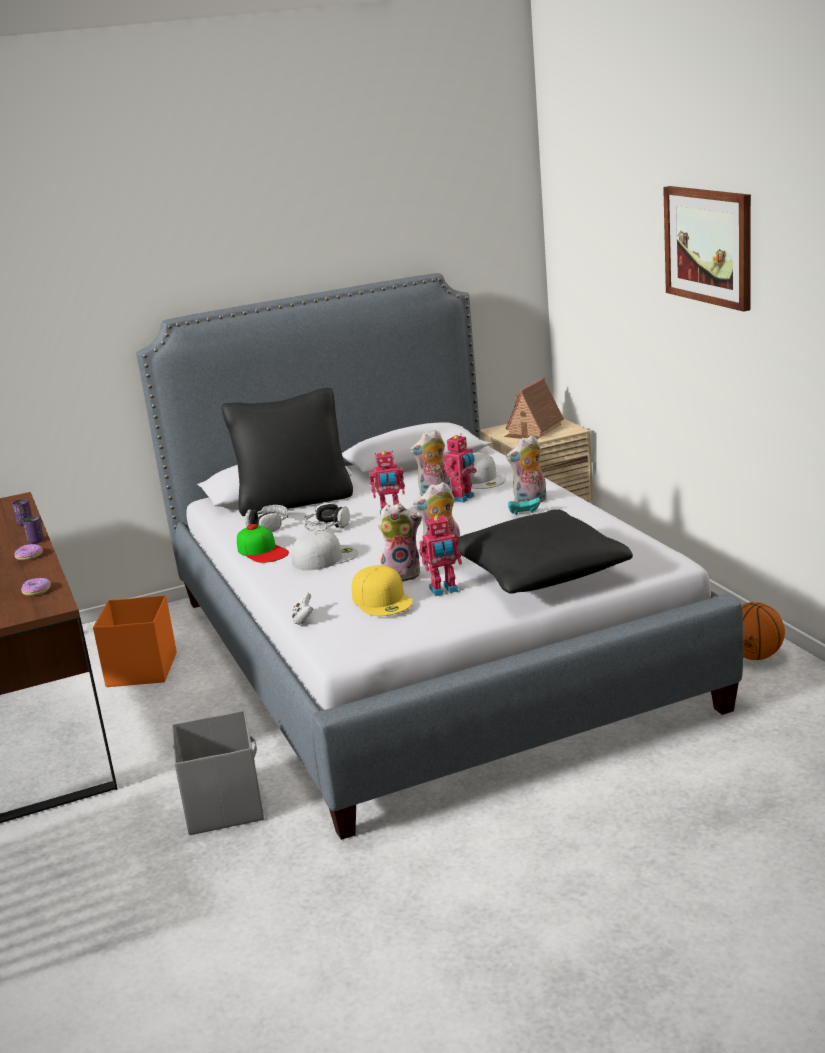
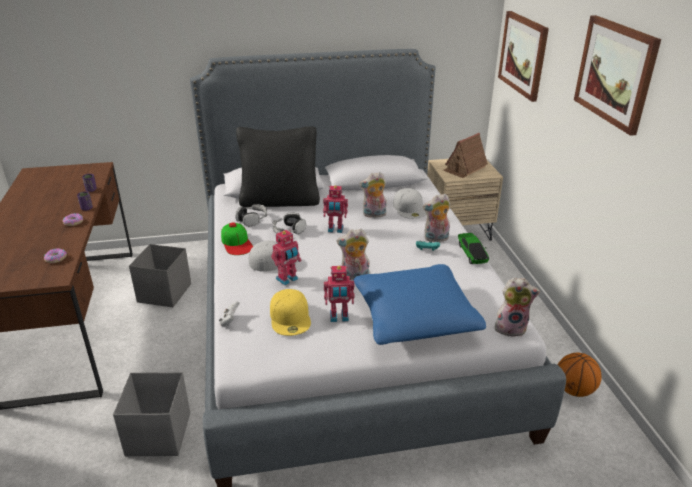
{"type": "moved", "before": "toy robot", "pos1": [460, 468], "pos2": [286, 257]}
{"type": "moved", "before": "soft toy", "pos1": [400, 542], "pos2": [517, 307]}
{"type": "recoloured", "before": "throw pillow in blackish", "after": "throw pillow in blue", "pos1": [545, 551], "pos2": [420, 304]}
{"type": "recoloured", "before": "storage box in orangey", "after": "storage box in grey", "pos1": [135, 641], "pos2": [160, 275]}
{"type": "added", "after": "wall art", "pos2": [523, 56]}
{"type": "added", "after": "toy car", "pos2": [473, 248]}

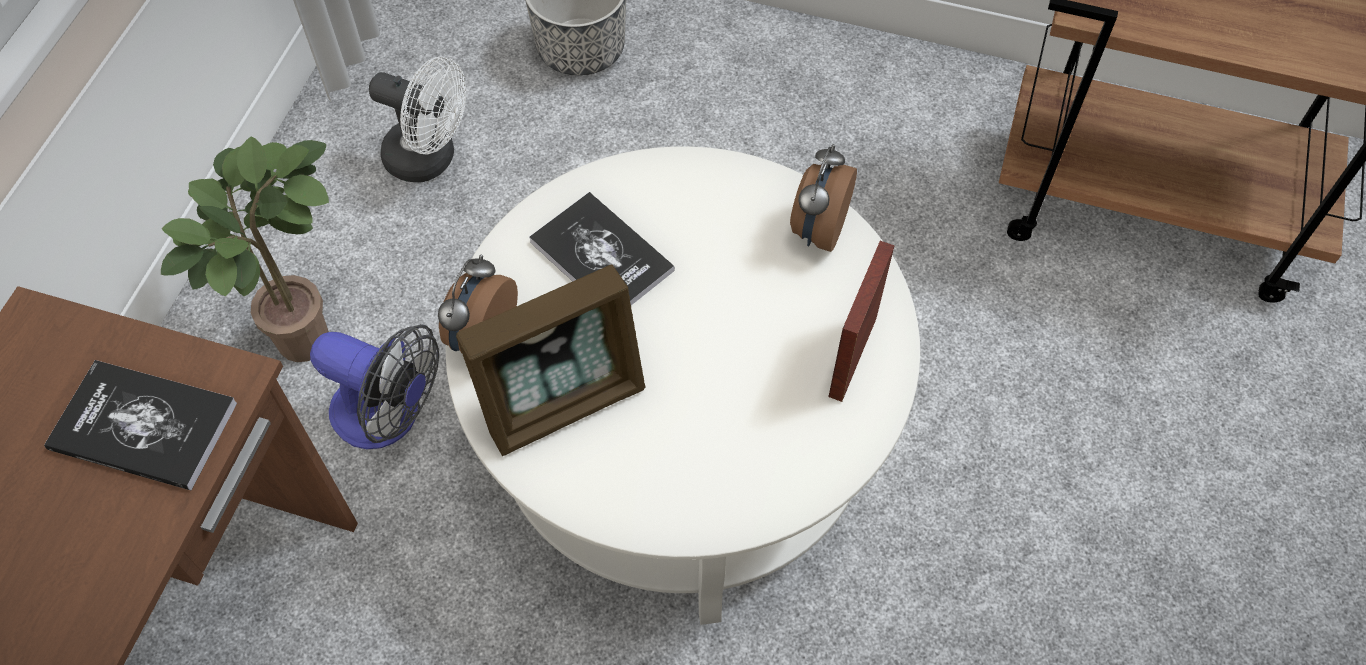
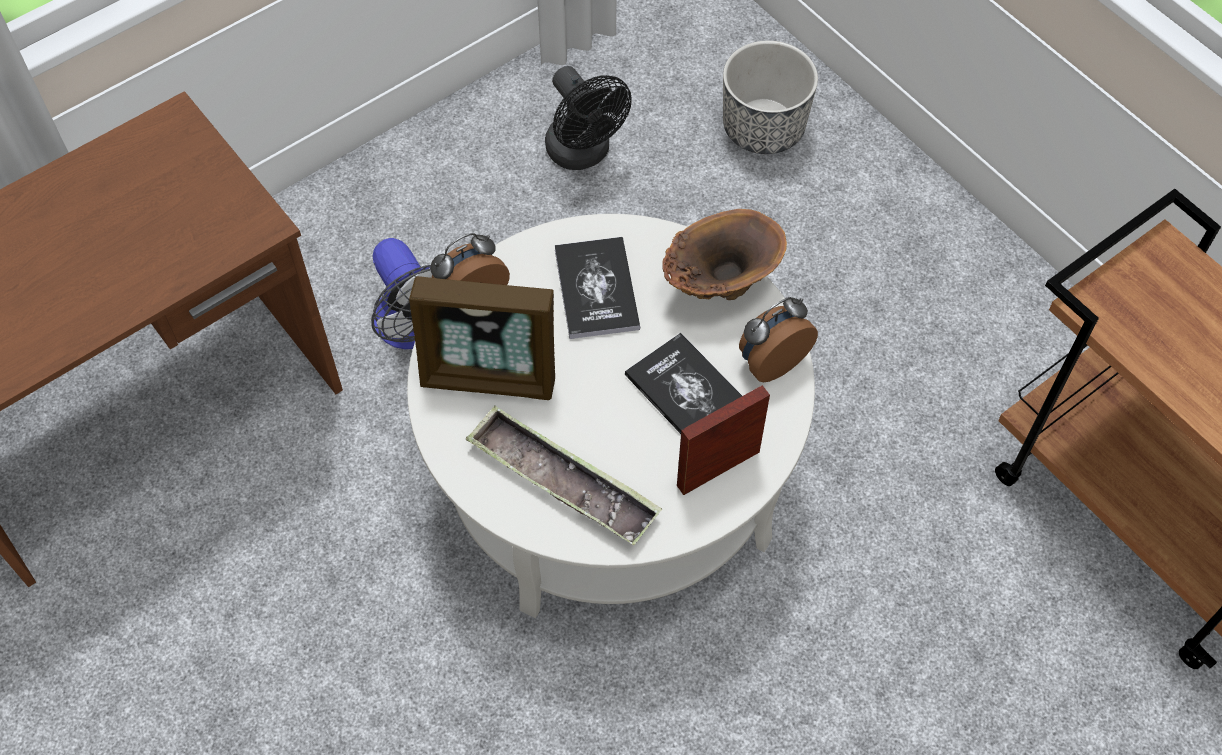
{"type": "recoloured", "before": "fan in whitish", "after": "fan in blackish", "pos1": [417, 119], "pos2": [588, 118]}
{"type": "removed", "before": "potted plant", "pos1": [245, 249]}
{"type": "moved", "before": "volume", "pos1": [140, 425], "pos2": [683, 383]}
{"type": "added", "after": "decorative vase in brownish", "pos2": [724, 254]}
{"type": "added", "after": "tray", "pos2": [564, 475]}

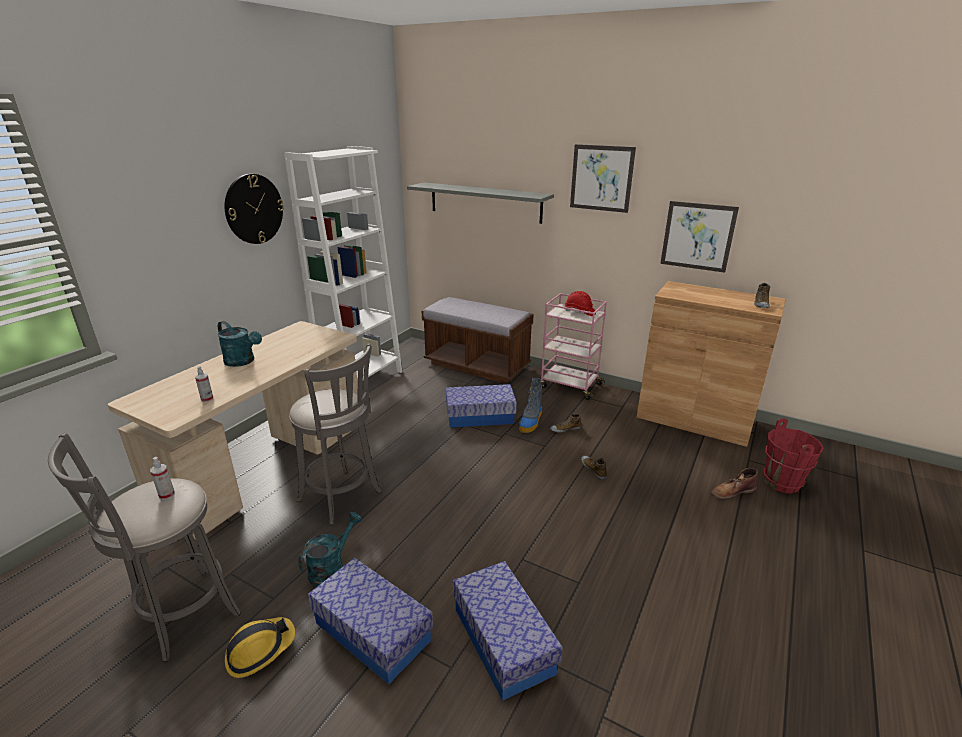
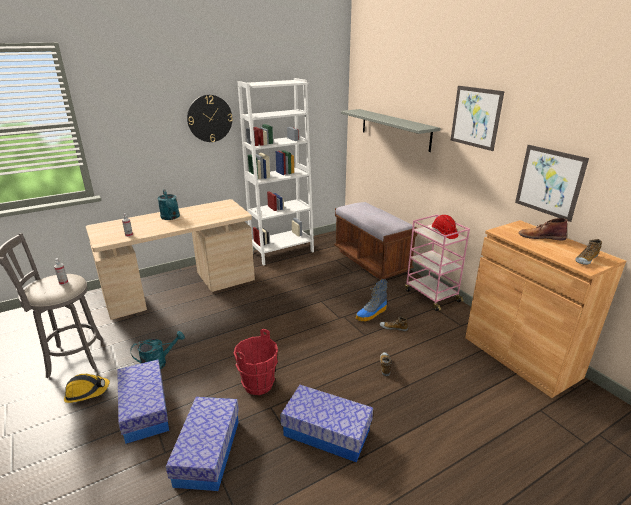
{"type": "removed", "before": "stool in grey", "pos1": [335, 434]}
{"type": "moved", "before": "storage box", "pos1": [481, 406], "pos2": [326, 423]}
{"type": "moved", "before": "water bucket in reddish", "pos1": [794, 456], "pos2": [256, 362]}
{"type": "moved", "before": "high-top boot in brownish", "pos1": [734, 483], "pos2": [542, 229]}

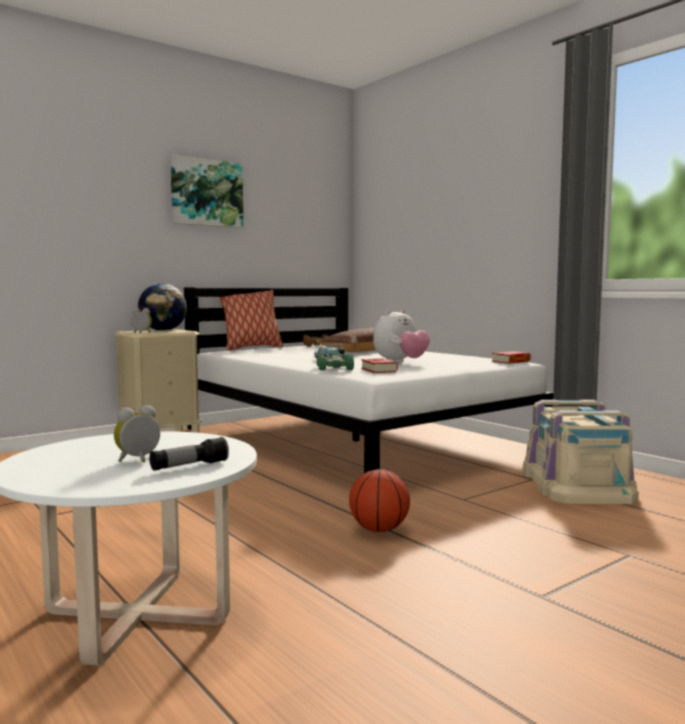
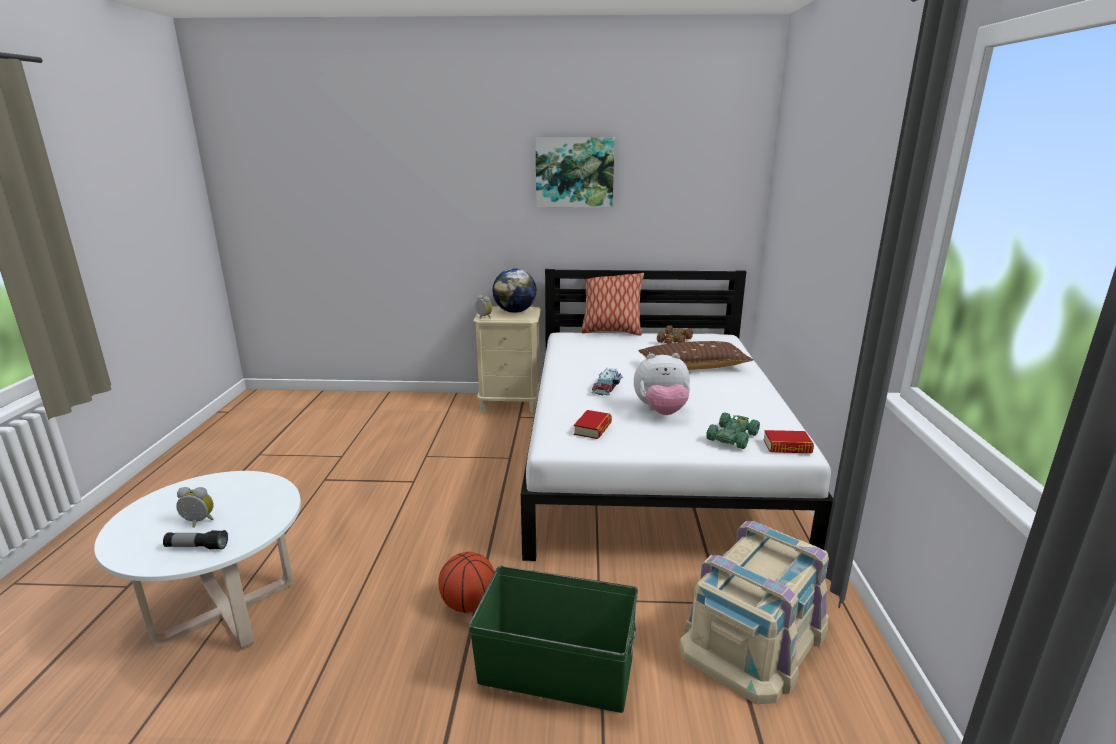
{"type": "moved", "before": "toy car in green", "pos1": [335, 362], "pos2": [733, 430]}
{"type": "added", "after": "storage box in green", "pos2": [553, 639]}

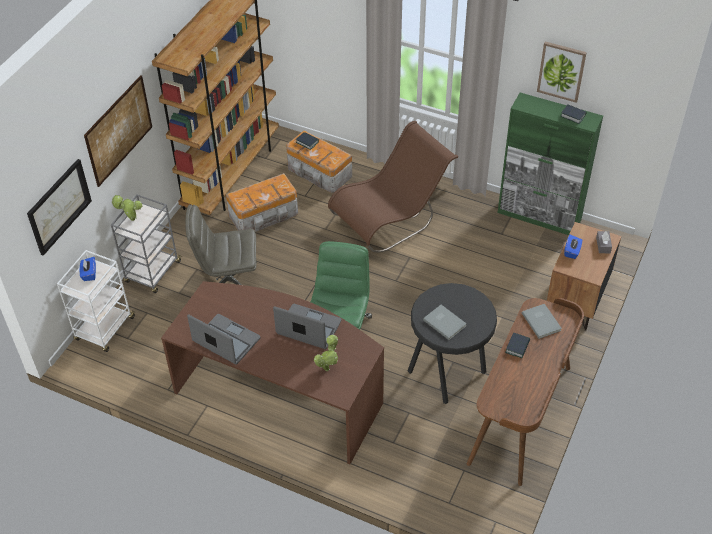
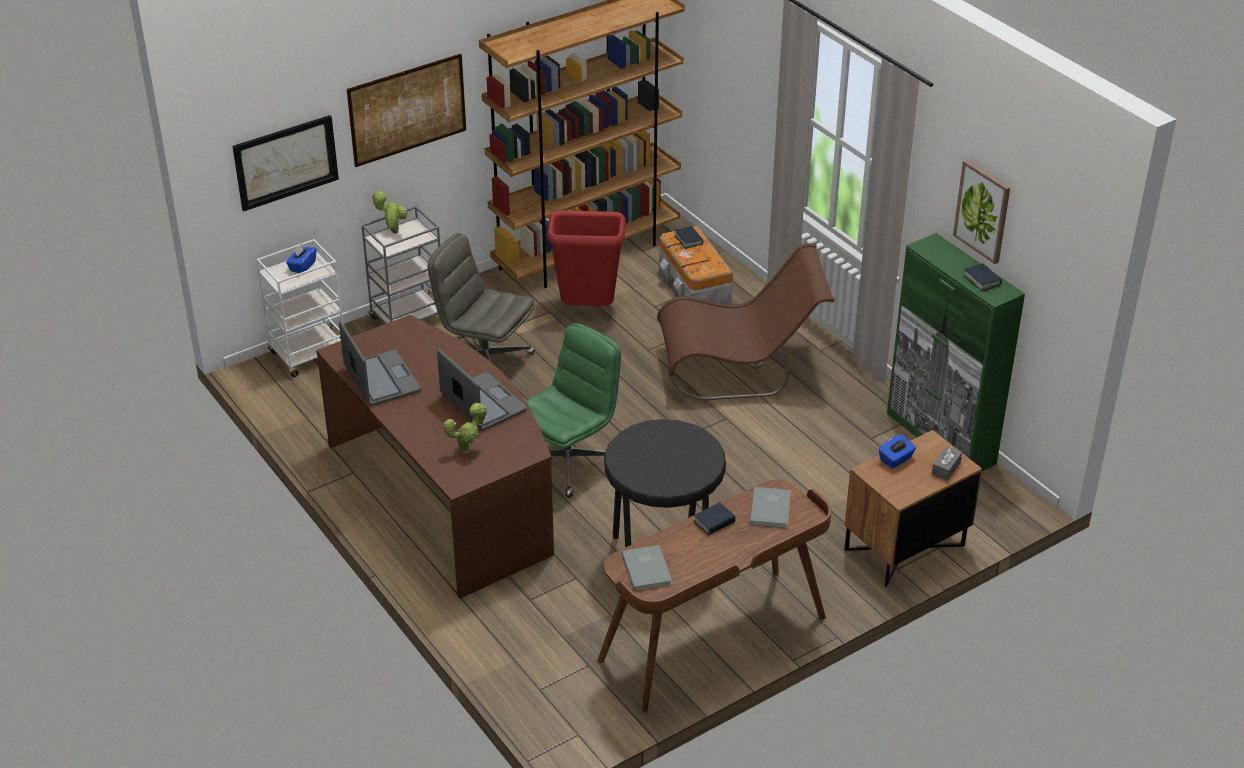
{"type": "replaced", "before": "storage box", "after": "rubbish bin in reddish", "pos1": [262, 202], "pos2": [586, 258]}
{"type": "moved", "before": "volume in grey", "pos1": [445, 322], "pos2": [646, 568]}

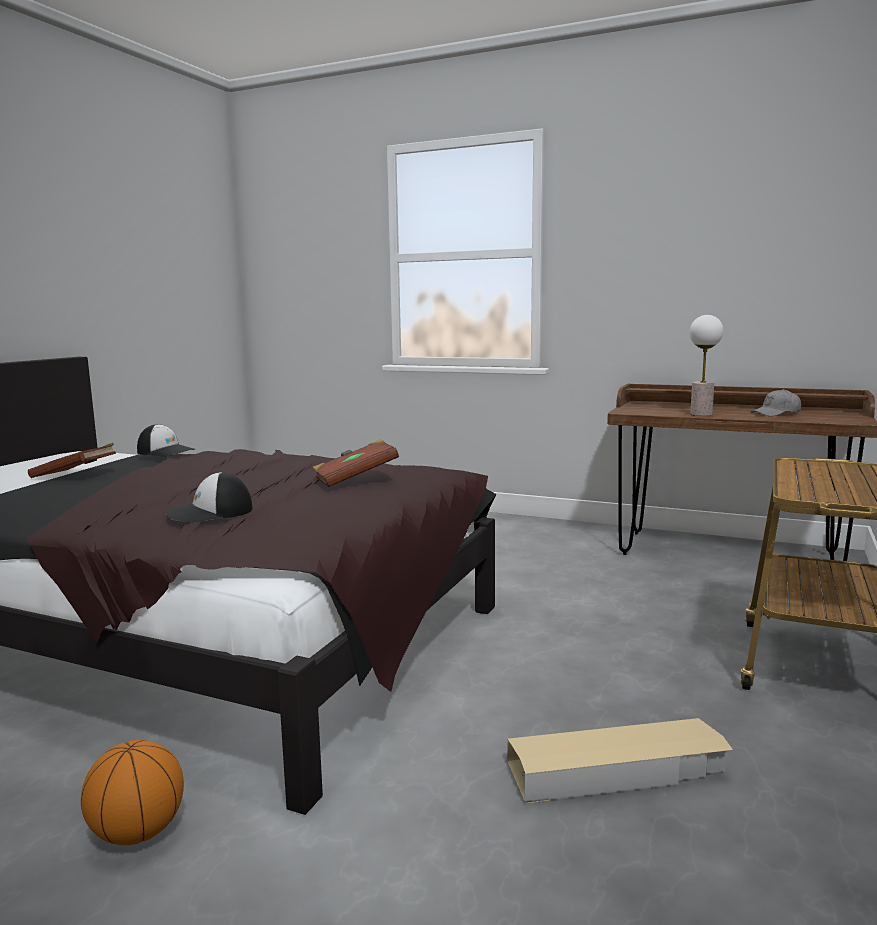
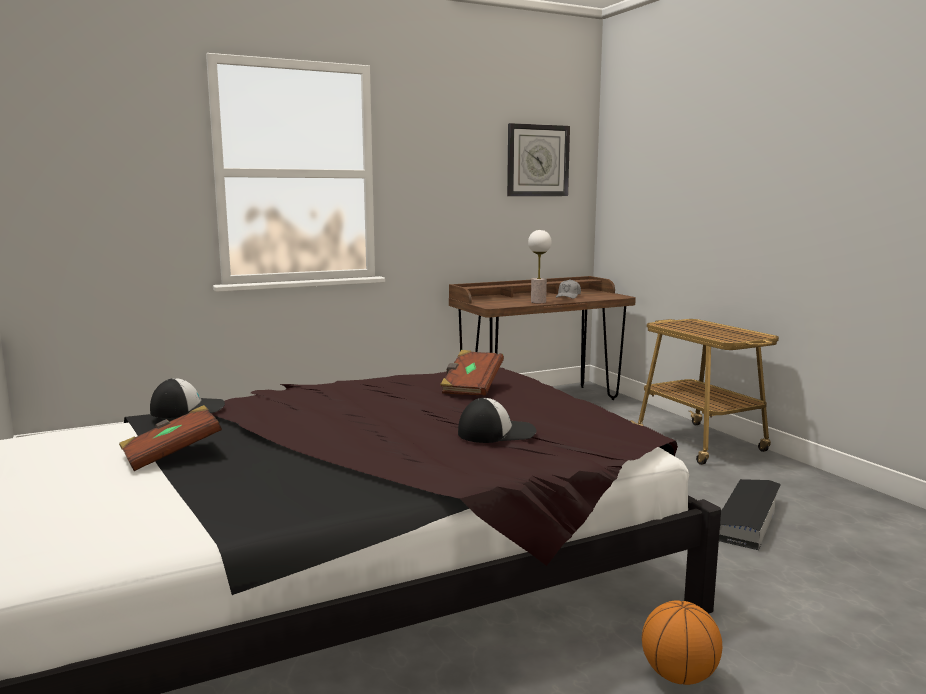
{"type": "turned", "before": "peaked cap", "pos1": [209, 497], "pos2": [497, 420], "turn": -120}
{"type": "recoloured", "before": "storage box in beige", "after": "storage box in blackish", "pos1": [620, 760], "pos2": [750, 514]}
{"type": "added", "after": "hanging clock", "pos2": [538, 159]}

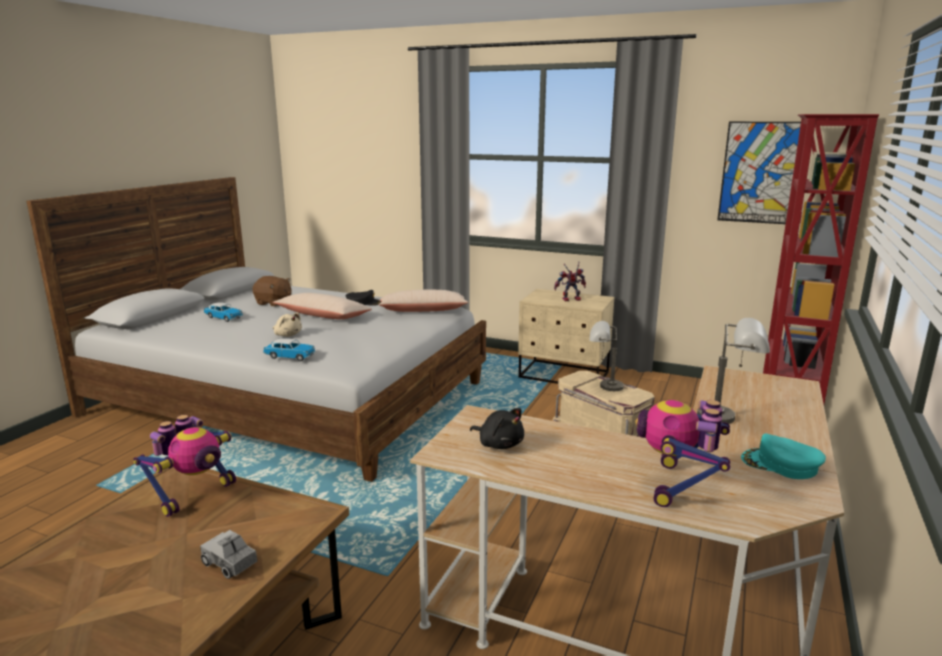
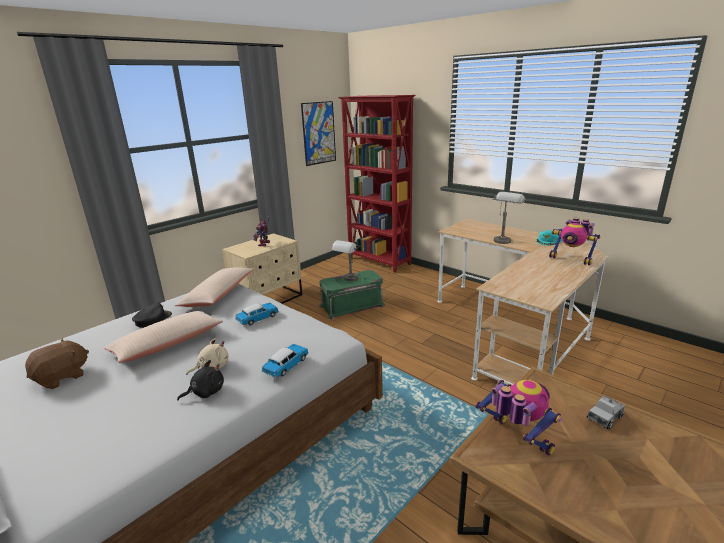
{"type": "moved", "before": "toy car", "pos1": [223, 312], "pos2": [257, 314]}
{"type": "recoloured", "before": "storage box in beige", "after": "storage box in green", "pos1": [604, 404], "pos2": [352, 294]}
{"type": "moved", "before": "soft toy in blackish", "pos1": [497, 428], "pos2": [200, 380]}

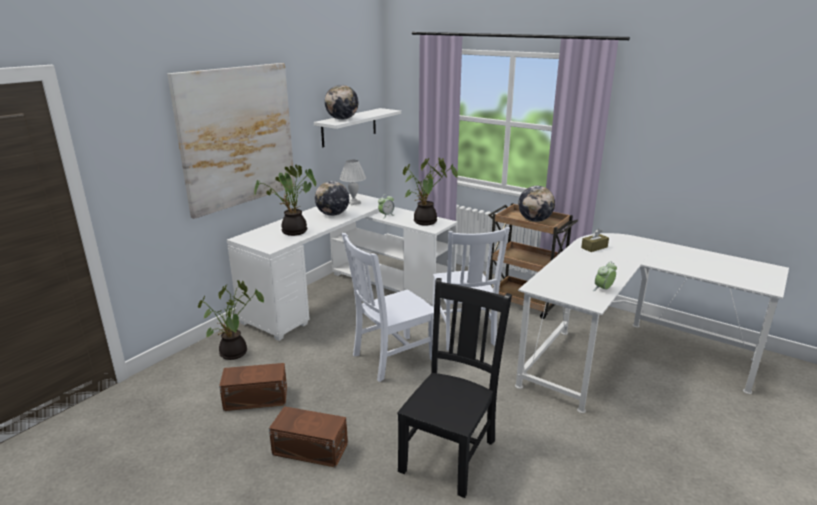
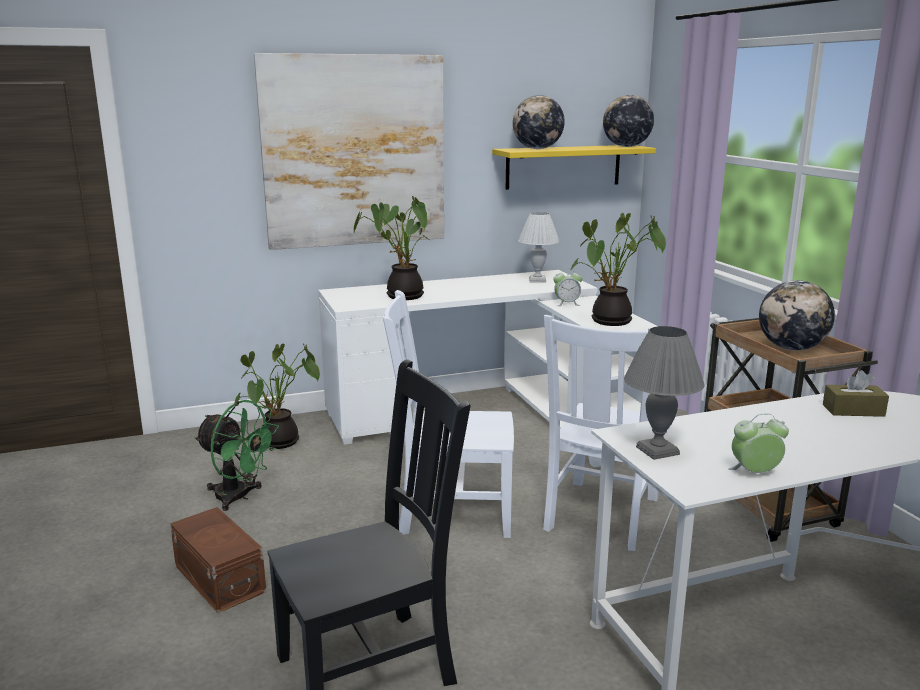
{"type": "recoloured", "before": "bracket shelf in whitish", "after": "bracket shelf in yellowish", "pos1": [357, 127], "pos2": [574, 167]}
{"type": "moved", "before": "world globe", "pos1": [332, 198], "pos2": [628, 121]}
{"type": "replaced", "before": "storage box in brownish", "after": "fan in green", "pos1": [253, 387], "pos2": [237, 455]}
{"type": "added", "after": "tabletop lamp in grey", "pos2": [664, 393]}

